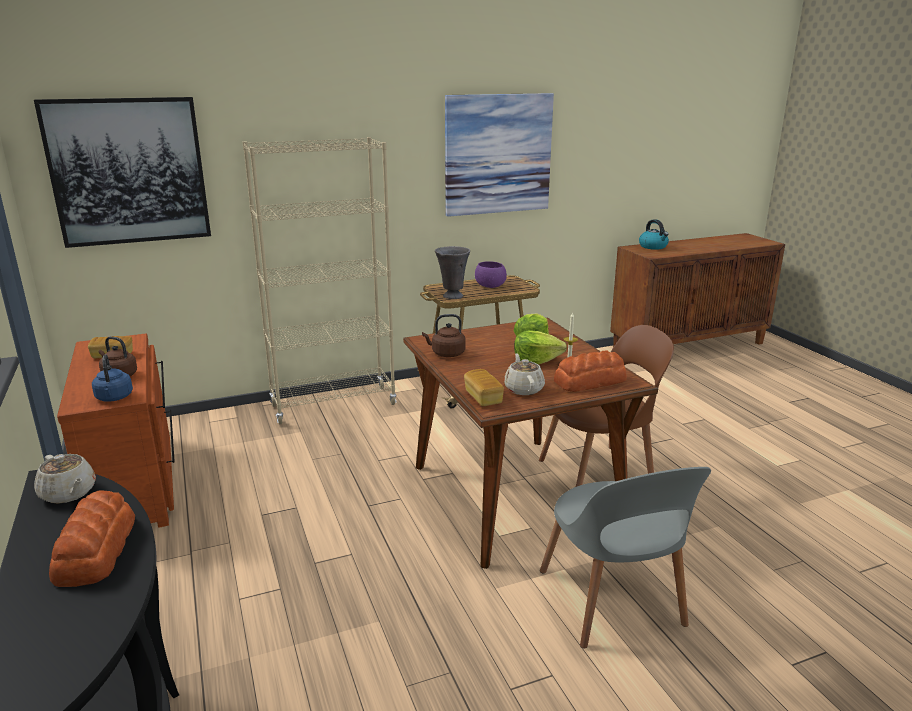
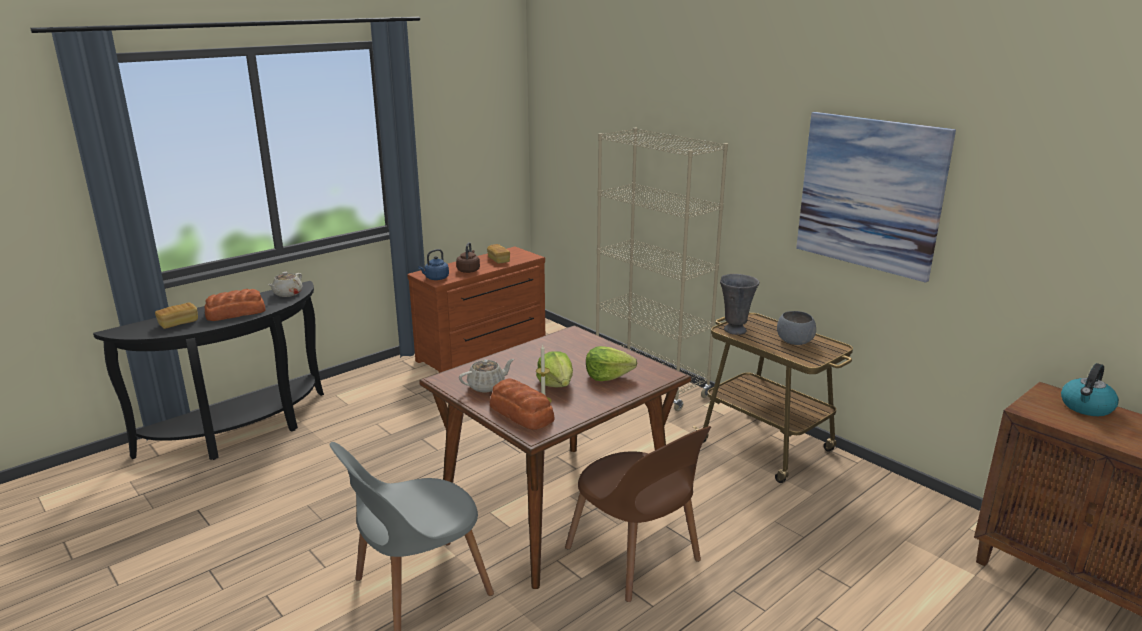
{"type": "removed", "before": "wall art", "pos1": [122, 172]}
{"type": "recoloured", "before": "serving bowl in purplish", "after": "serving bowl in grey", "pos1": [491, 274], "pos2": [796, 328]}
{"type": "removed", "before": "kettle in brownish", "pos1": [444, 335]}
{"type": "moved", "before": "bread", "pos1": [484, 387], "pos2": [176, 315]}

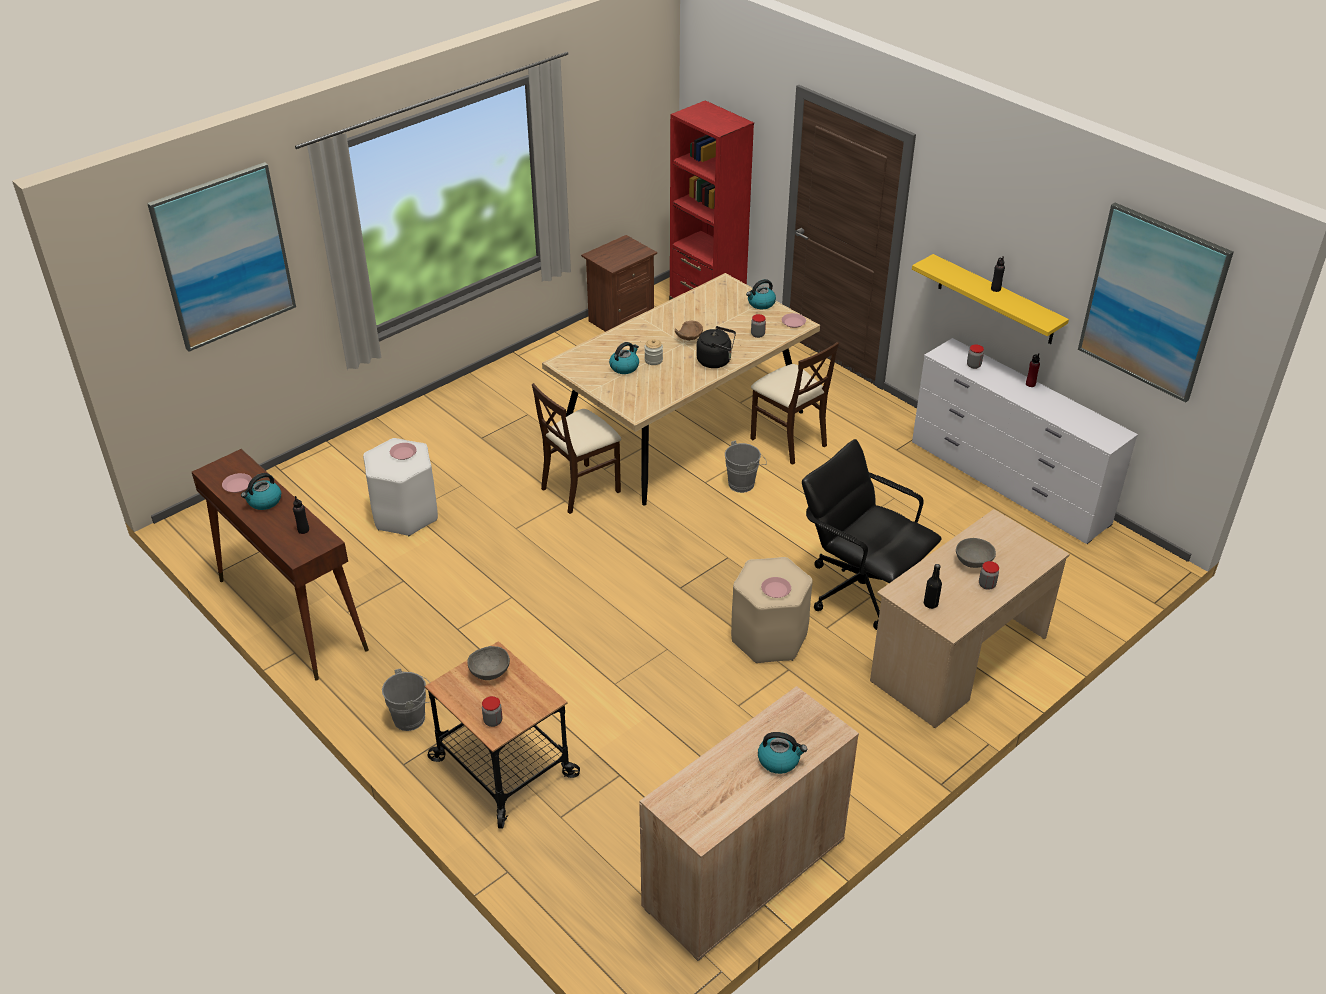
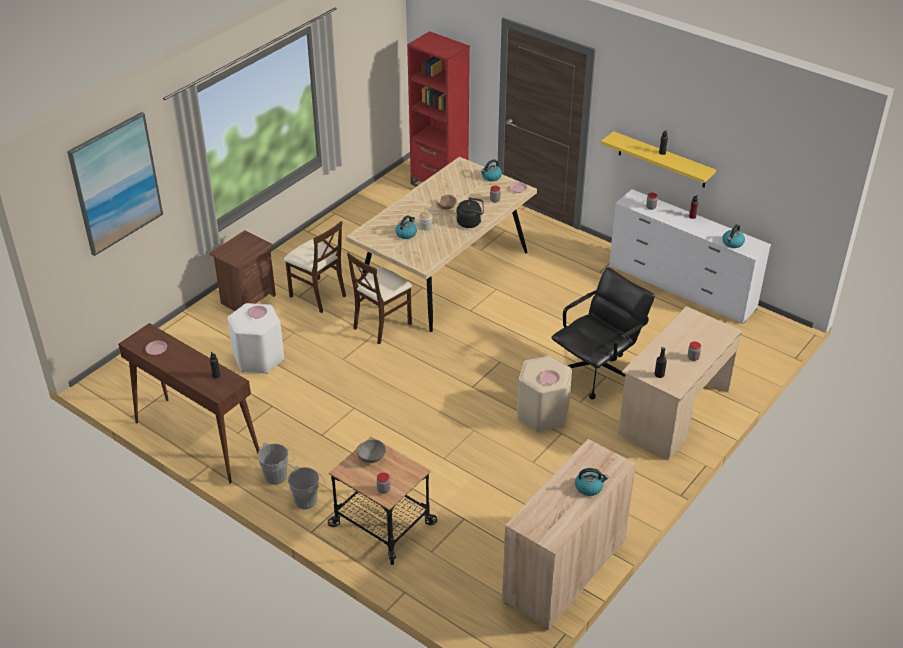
{"type": "removed", "before": "wall art", "pos1": [1155, 303]}
{"type": "moved", "before": "nightstand in brownish", "pos1": [619, 283], "pos2": [242, 270]}
{"type": "moved", "before": "plain chair in beige", "pos1": [794, 403], "pos2": [315, 267]}
{"type": "turned", "before": "office chair in blackish", "pos1": [872, 534], "pos2": [603, 333], "turn": 105}
{"type": "moved", "before": "water bucket in grey", "pos1": [746, 466], "pos2": [276, 463]}
{"type": "moved", "before": "kettle", "pos1": [261, 491], "pos2": [733, 236]}
{"type": "removed", "before": "serving bowl in grey", "pos1": [976, 553]}

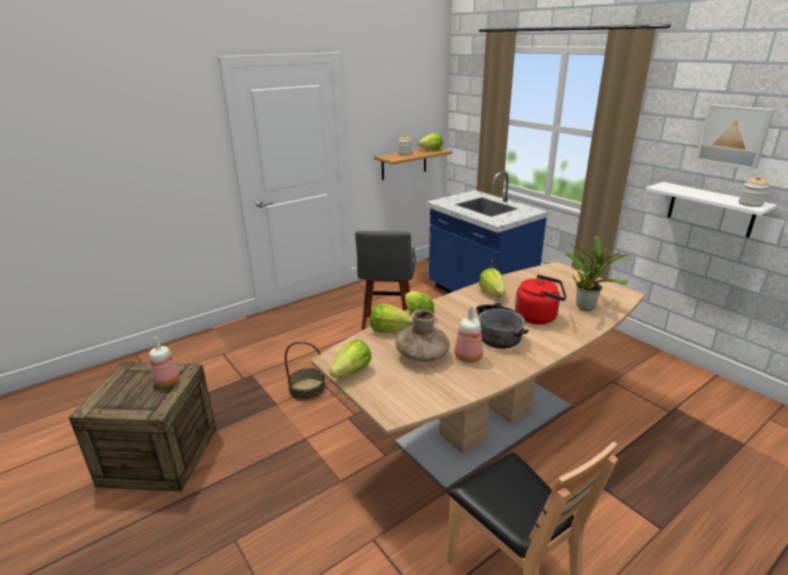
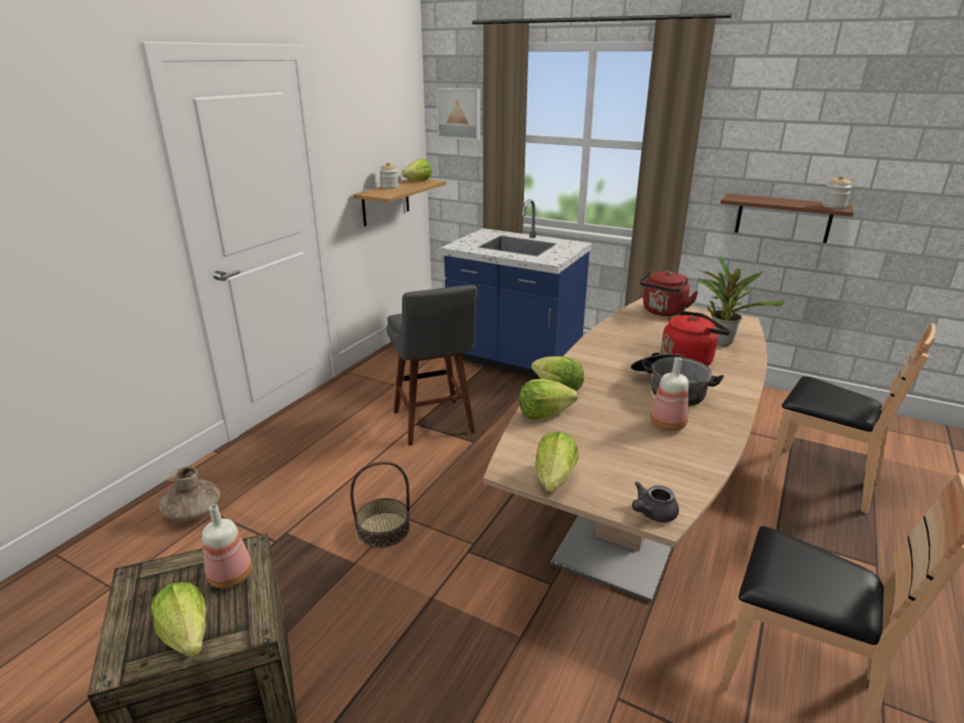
{"type": "moved", "before": "wall art", "pos1": [735, 136], "pos2": [458, 114]}
{"type": "recoloured", "before": "bracket shelf in whitish", "after": "bracket shelf in brownish", "pos1": [711, 210], "pos2": [787, 218]}
{"type": "moved", "before": "head of lettuce", "pos1": [492, 282], "pos2": [178, 619]}
{"type": "moved", "before": "decorative vase in brownish", "pos1": [422, 336], "pos2": [190, 493]}
{"type": "added", "after": "kettle in reddish", "pos2": [669, 293]}
{"type": "added", "after": "plain chair in brownish", "pos2": [851, 418]}
{"type": "added", "after": "pot for tea in grey", "pos2": [655, 501]}

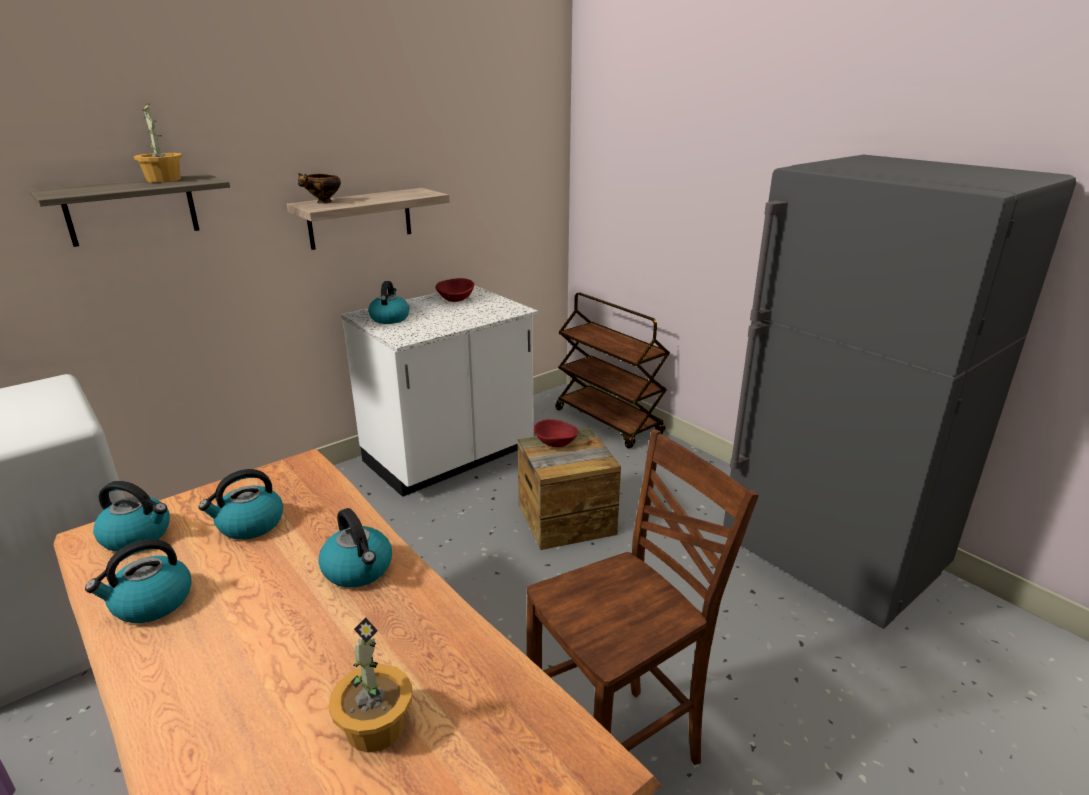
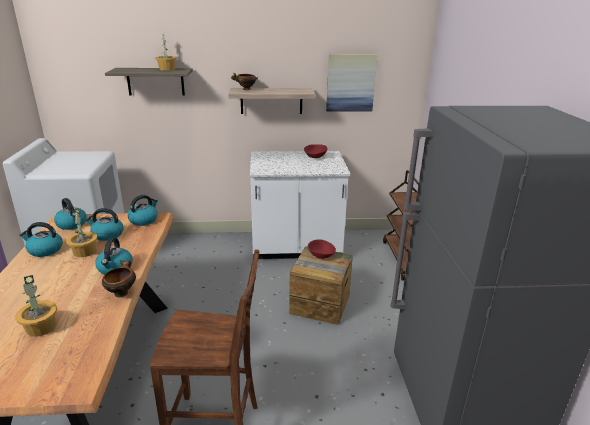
{"type": "moved", "before": "kettle", "pos1": [388, 302], "pos2": [143, 210]}
{"type": "added", "after": "wall art", "pos2": [351, 83]}
{"type": "added", "after": "potted plant", "pos2": [81, 232]}
{"type": "added", "after": "serving bowl", "pos2": [119, 279]}

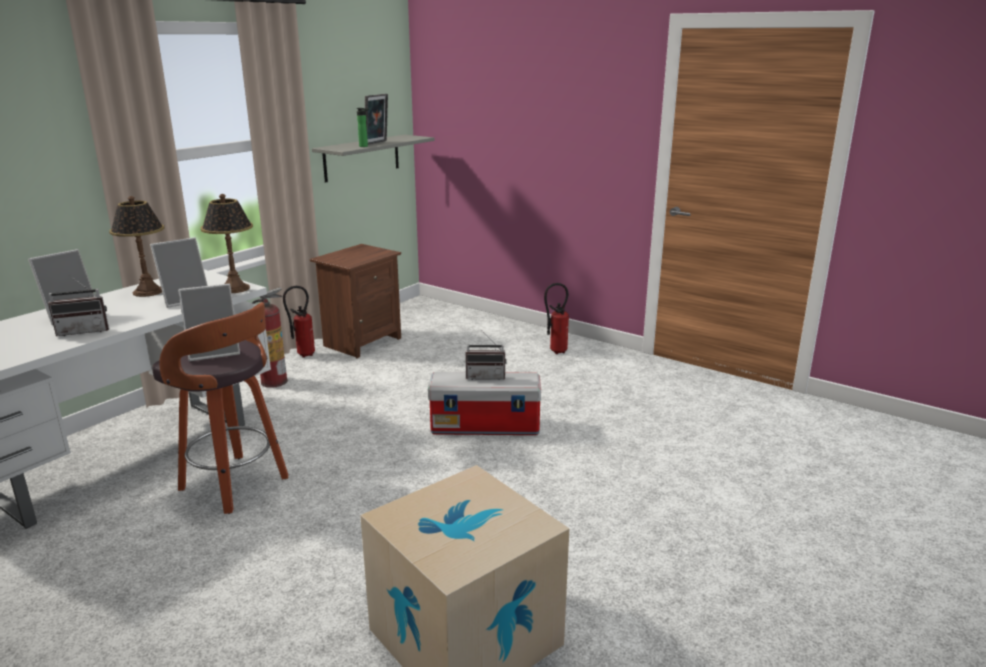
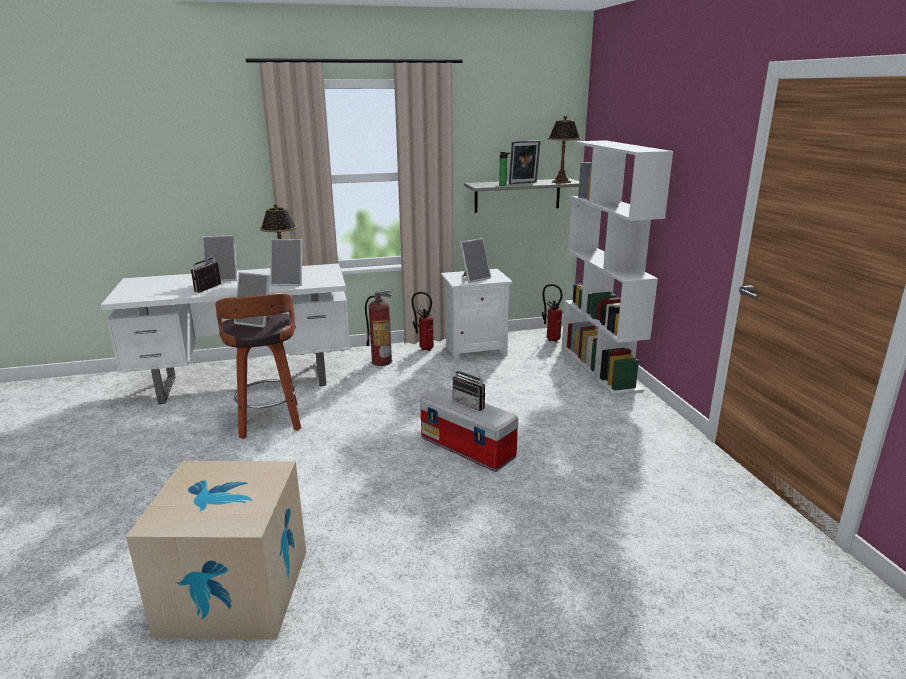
{"type": "moved", "before": "tabletop lamp", "pos1": [227, 243], "pos2": [564, 149]}
{"type": "recoloured", "before": "nightstand in brownish", "after": "nightstand in whitish", "pos1": [355, 301], "pos2": [477, 315]}
{"type": "turned", "before": "radio set", "pos1": [78, 305], "pos2": [206, 273], "turn": 90}
{"type": "moved", "before": "fire-fighting cylinder", "pos1": [556, 318], "pos2": [552, 313]}
{"type": "added", "after": "bookshelf in whitish", "pos2": [617, 268]}
{"type": "added", "after": "standing frame", "pos2": [475, 260]}

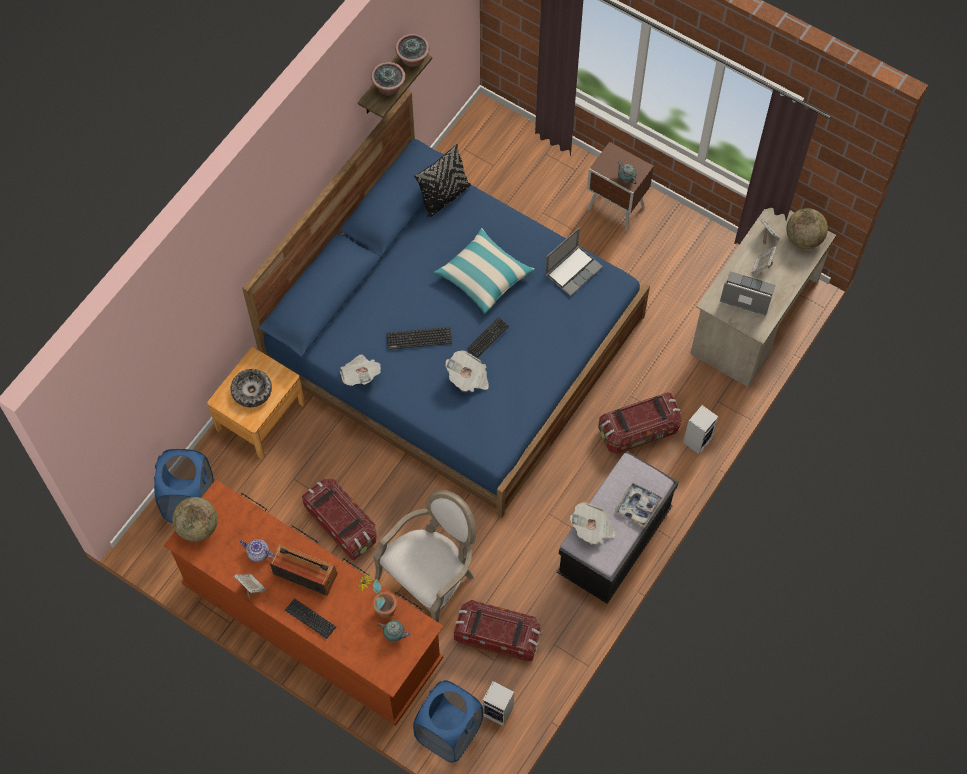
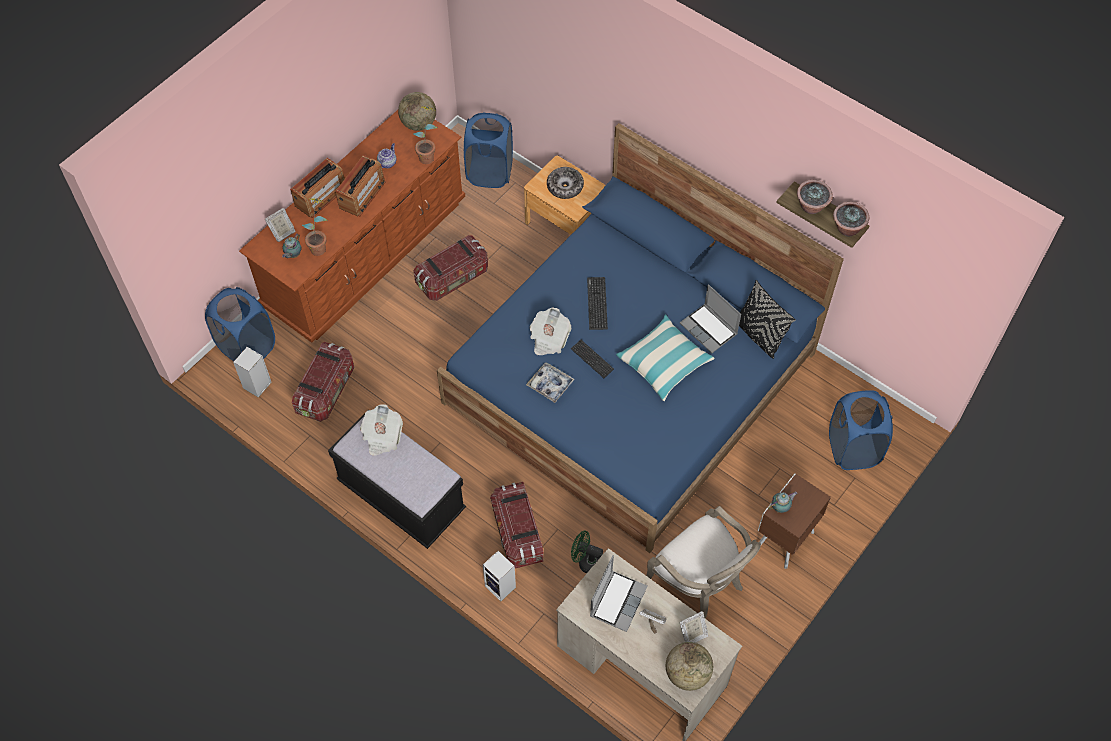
{"type": "moved", "before": "laptop", "pos1": [574, 262], "pos2": [710, 318]}
{"type": "removed", "before": "daily paper", "pos1": [360, 370]}
{"type": "moved", "before": "tray", "pos1": [638, 504], "pos2": [550, 382]}
{"type": "moved", "before": "easy chair", "pos1": [424, 556], "pos2": [703, 562]}
{"type": "moved", "before": "standing frame", "pos1": [249, 586], "pos2": [280, 225]}
{"type": "replaced", "before": "computer keyboard", "after": "radio set", "pos1": [310, 618], "pos2": [317, 188]}
{"type": "added", "after": "potted plant", "pos2": [425, 135]}
{"type": "added", "after": "laundry basket in blue", "pos2": [861, 430]}
{"type": "added", "after": "fan in green", "pos2": [587, 552]}

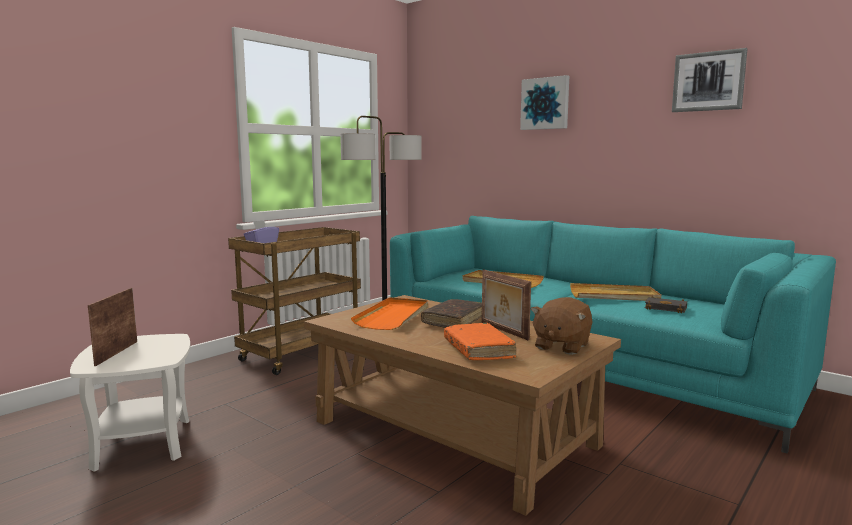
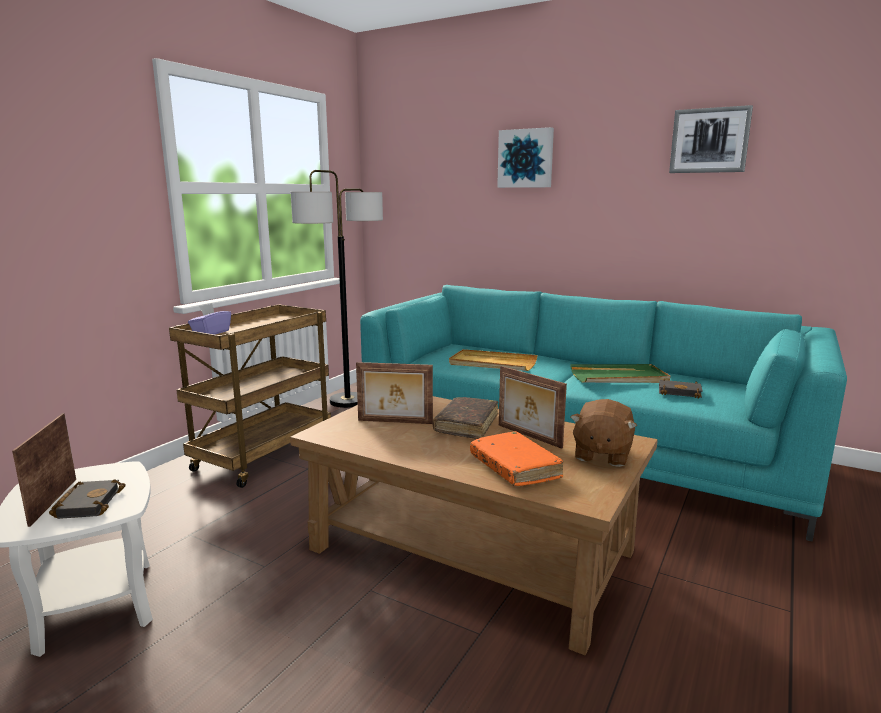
{"type": "recoloured", "before": "tray in beige", "after": "tray in green", "pos1": [615, 292], "pos2": [620, 373]}
{"type": "replaced", "before": "tray in orangey", "after": "standing frame", "pos1": [389, 313], "pos2": [394, 393]}
{"type": "added", "after": "volume in blackish", "pos2": [87, 499]}

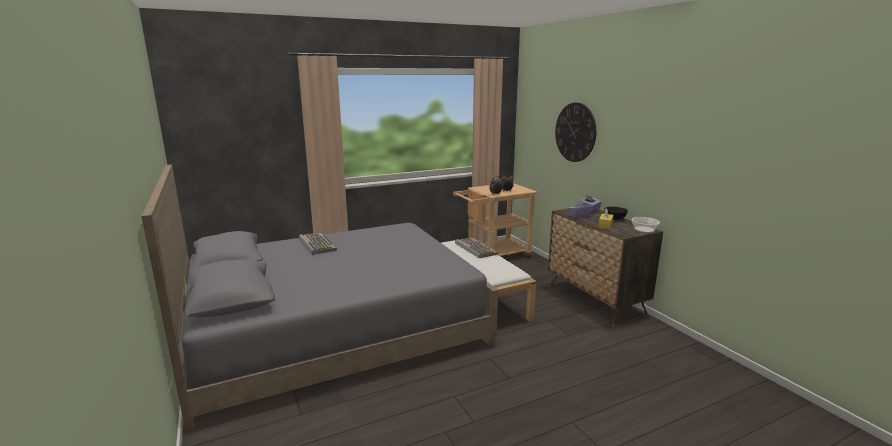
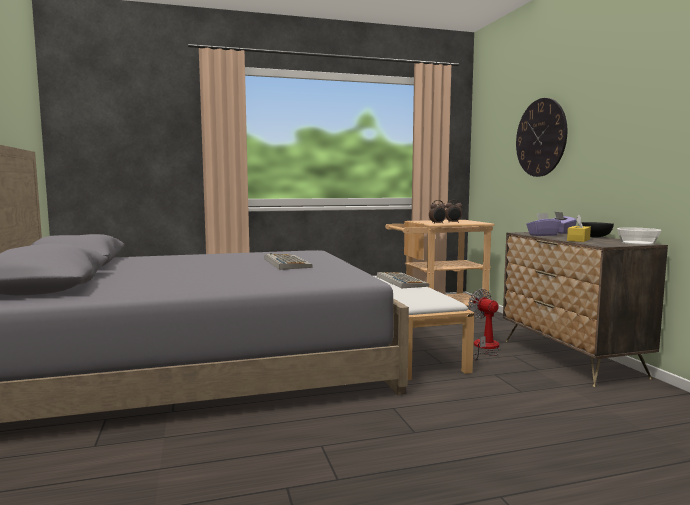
{"type": "moved", "before": "computer keyboard", "pos1": [318, 244], "pos2": [289, 261]}
{"type": "added", "after": "fan", "pos2": [484, 324]}

